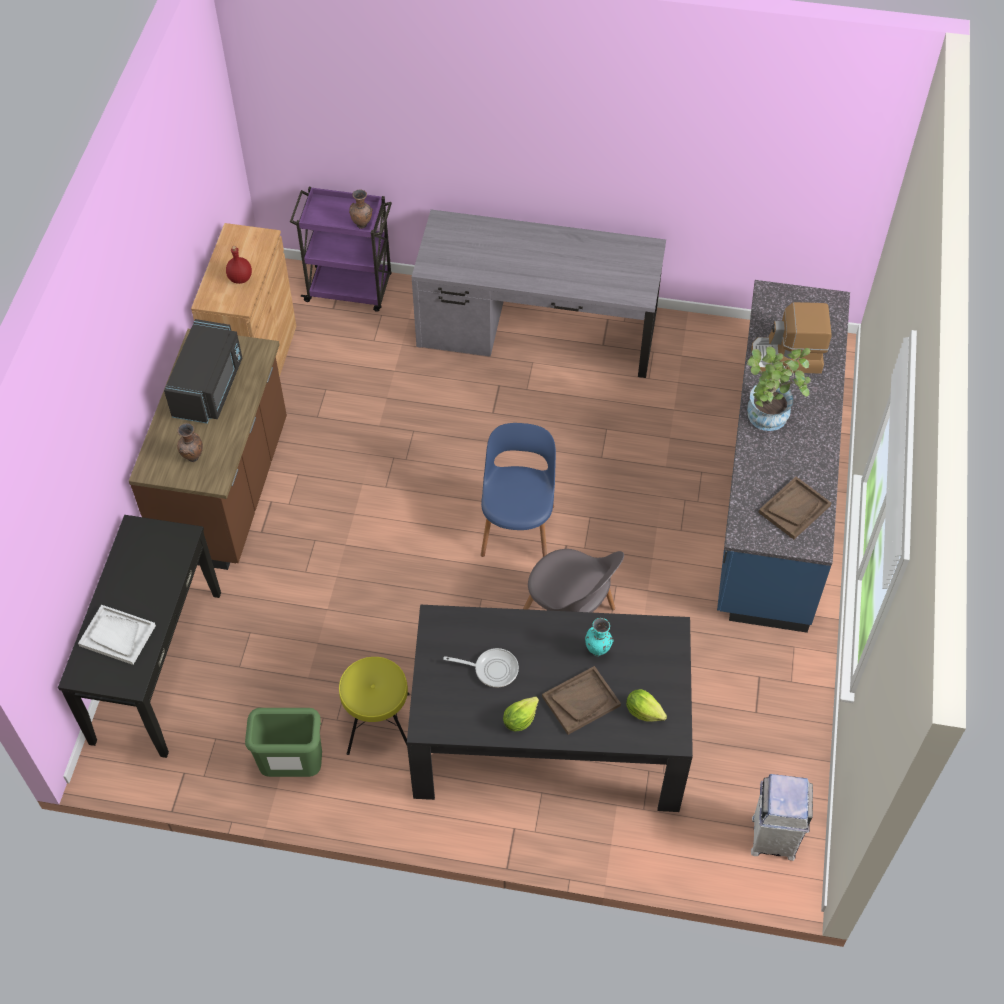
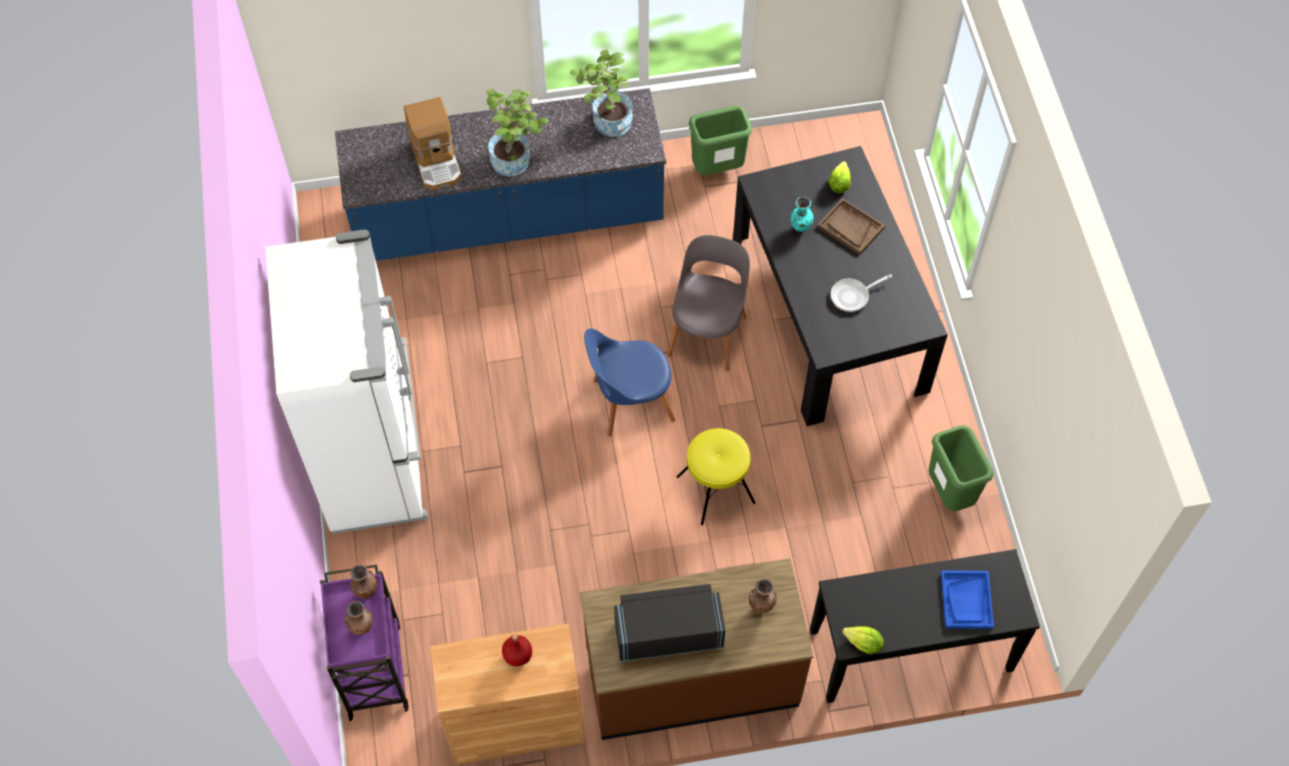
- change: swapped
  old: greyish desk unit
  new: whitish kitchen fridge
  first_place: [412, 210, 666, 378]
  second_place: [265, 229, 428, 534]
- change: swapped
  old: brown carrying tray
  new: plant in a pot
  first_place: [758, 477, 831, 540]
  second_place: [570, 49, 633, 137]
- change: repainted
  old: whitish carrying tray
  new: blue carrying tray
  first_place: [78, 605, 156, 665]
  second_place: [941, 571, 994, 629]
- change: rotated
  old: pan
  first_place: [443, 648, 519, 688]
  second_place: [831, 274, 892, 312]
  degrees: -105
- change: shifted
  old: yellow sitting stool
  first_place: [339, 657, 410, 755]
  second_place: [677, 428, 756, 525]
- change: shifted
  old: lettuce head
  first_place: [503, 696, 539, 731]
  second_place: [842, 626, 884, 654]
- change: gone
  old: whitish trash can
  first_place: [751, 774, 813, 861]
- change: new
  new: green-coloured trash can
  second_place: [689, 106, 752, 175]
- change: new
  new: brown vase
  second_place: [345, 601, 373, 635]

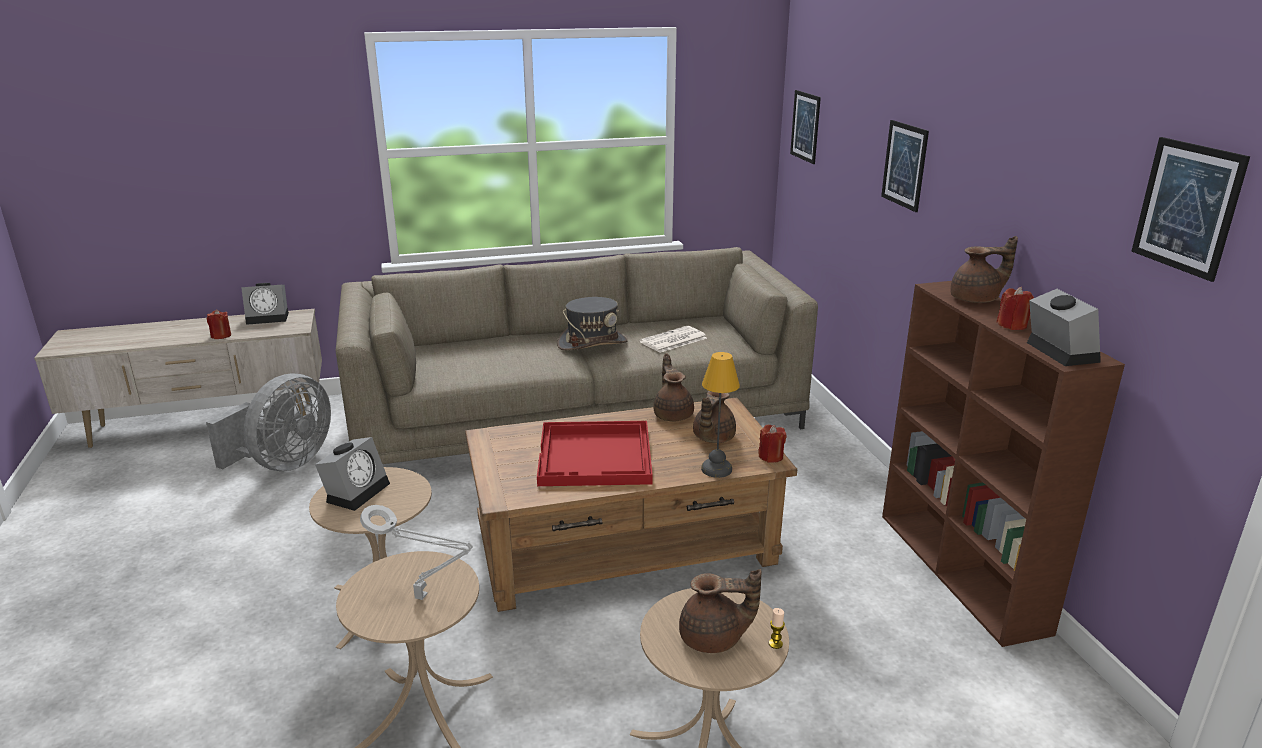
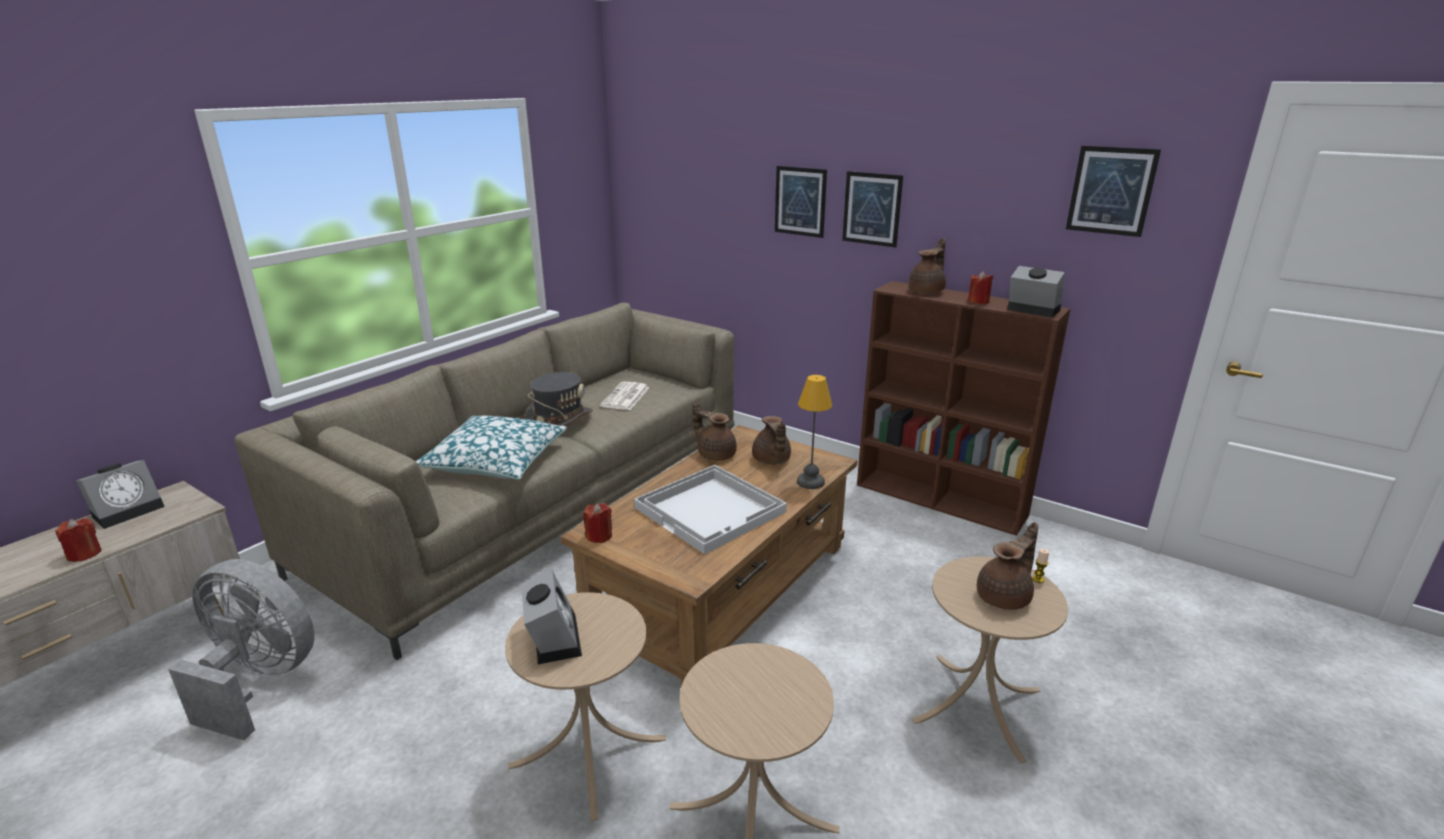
- change: shifted
  old: wall art
  first_place: [790, 90, 821, 164]
  second_place: [842, 171, 903, 247]
- change: rotated
  old: greyish electric fan
  first_place: [206, 373, 331, 471]
  second_place: [168, 559, 314, 740]
  degrees: -60
- change: repainted
  old: red carrying tray
  new: whitish carrying tray
  first_place: [537, 421, 653, 486]
  second_place: [634, 465, 787, 554]
- change: shifted
  old: red wax light
  first_place: [758, 425, 786, 463]
  second_place: [584, 503, 612, 543]
- change: gone
  old: greyish lamp for a table
  first_place: [360, 505, 473, 600]
- change: new
  new: pillow
  second_place: [416, 415, 567, 480]

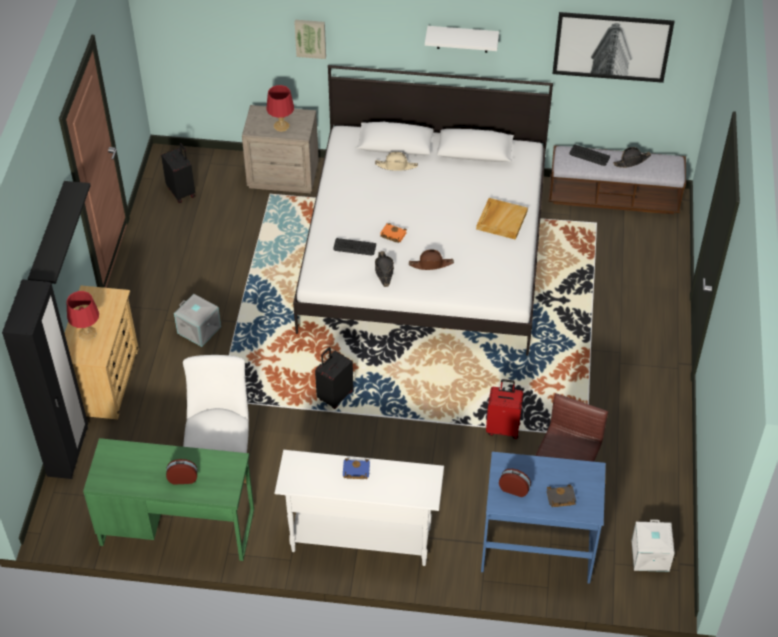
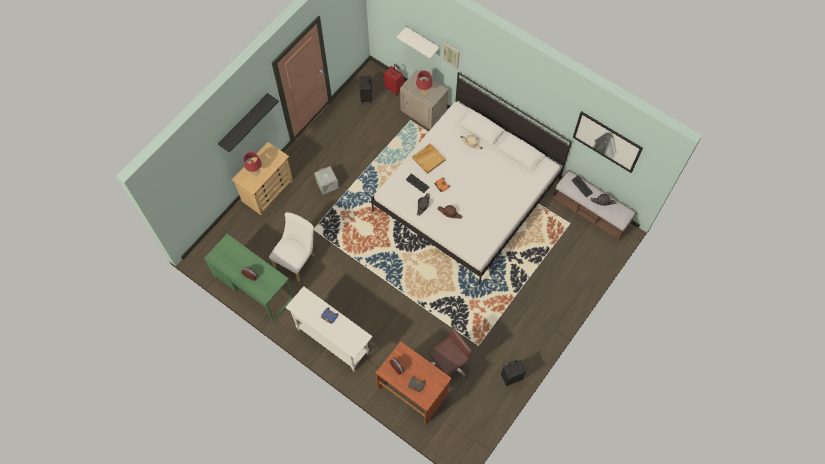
- change: shifted
  old: whitish wall shelf
  first_place: [425, 26, 499, 53]
  second_place: [397, 27, 440, 59]
- change: shifted
  old: beige-coloured carrying tray
  first_place: [476, 198, 528, 240]
  second_place: [412, 144, 446, 174]
- change: gone
  old: black-coloured wardrobe
  first_place: [2, 279, 88, 479]
- change: shifted
  old: black-coloured piece of luggage
  first_place: [315, 347, 353, 409]
  second_place: [501, 360, 526, 386]
- change: shifted
  old: red piece of luggage
  first_place: [486, 379, 523, 439]
  second_place: [384, 64, 404, 96]
- change: repainted
  old: blue desk unit
  new: brown desk unit
  first_place: [481, 452, 606, 584]
  second_place: [376, 341, 452, 425]
- change: gone
  old: whitish storage container
  first_place: [631, 520, 675, 572]

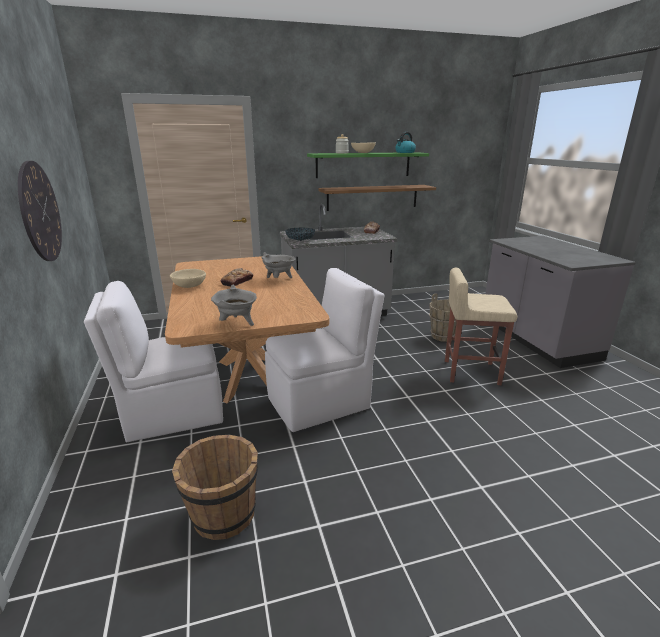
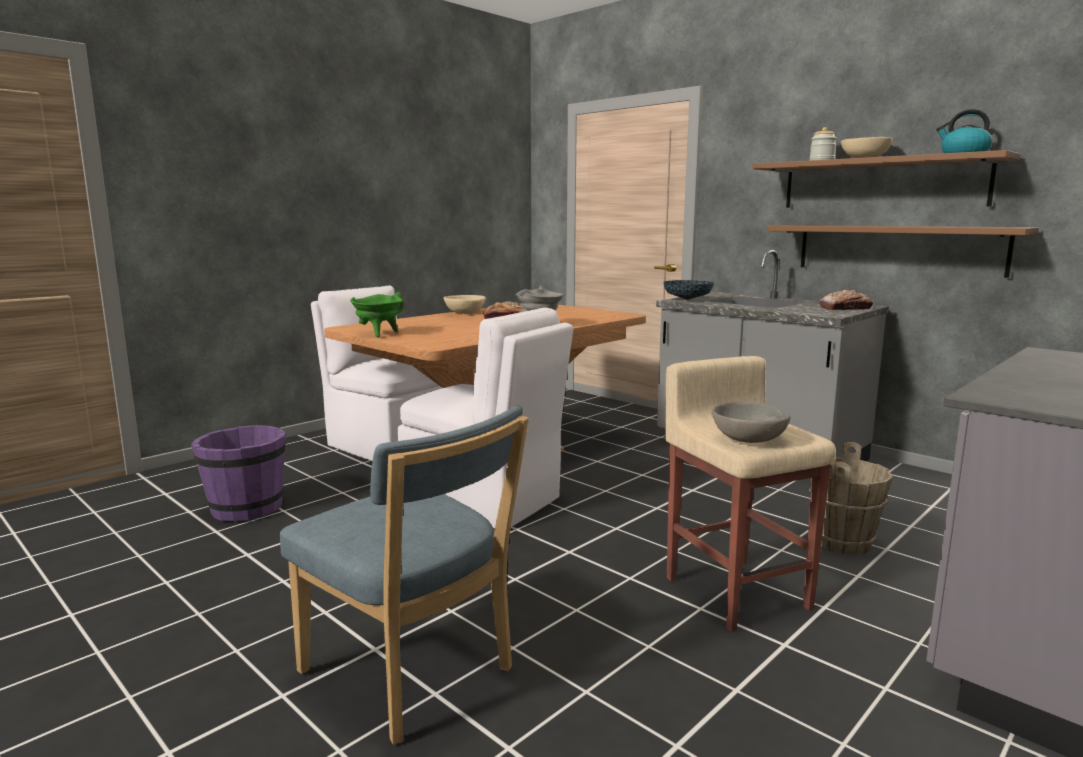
- change: repainted
  old: green-coloured wall shelf
  new: brown wall shelf
  first_place: [307, 152, 429, 178]
  second_place: [752, 150, 1021, 208]
- change: gone
  old: hanging clock
  first_place: [18, 161, 62, 261]
- change: repainted
  old: greyish cooking pot
  new: green-coloured cooking pot
  first_place: [211, 285, 257, 326]
  second_place: [350, 292, 404, 337]
- change: repainted
  old: brown pail
  new: purplish pail
  first_place: [172, 435, 258, 540]
  second_place: [191, 425, 286, 522]
- change: new
  new: greyish deep dish
  second_place: [712, 402, 791, 443]
- change: new
  new: blue chair
  second_place: [280, 406, 529, 745]

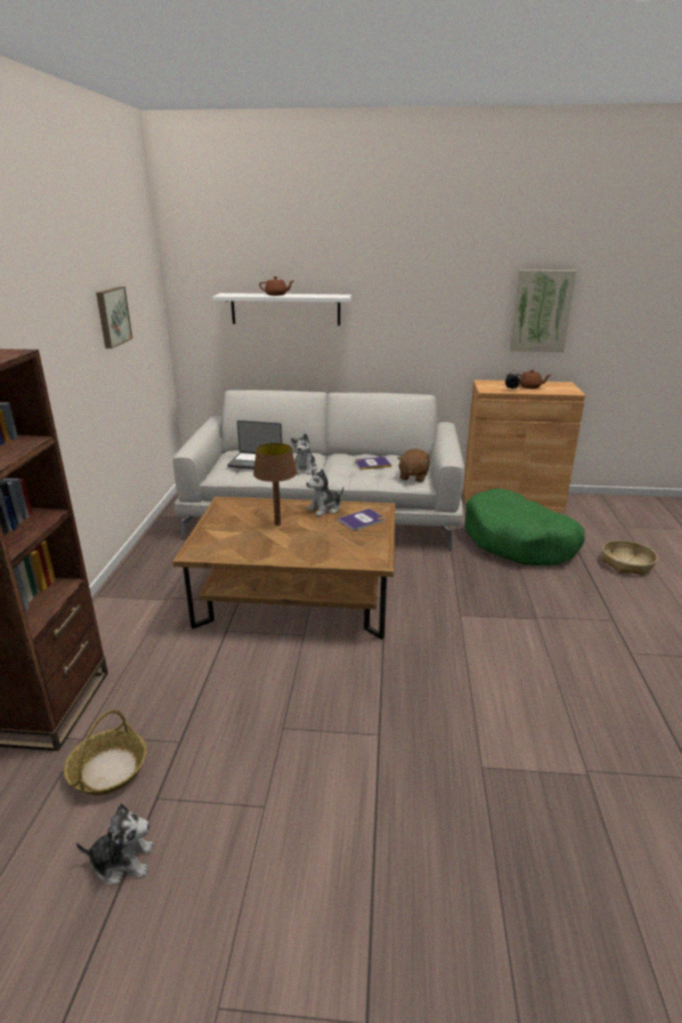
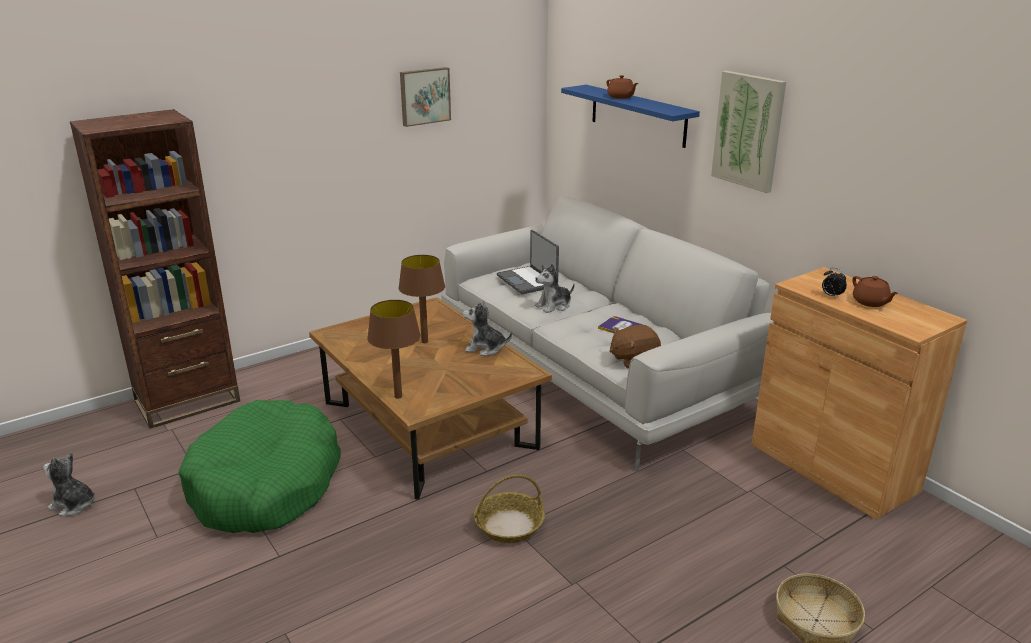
- change: shifted
  old: wall art
  first_place: [510, 270, 576, 352]
  second_place: [711, 71, 786, 193]
- change: repainted
  old: whitish wall shelf
  new: blue wall shelf
  first_place: [212, 293, 352, 326]
  second_place: [561, 85, 700, 148]
- change: shifted
  old: green-coloured dog bed
  first_place: [465, 489, 585, 566]
  second_place: [179, 400, 340, 533]
- change: gone
  old: book
  first_place: [338, 508, 385, 531]
- change: shifted
  old: storage basket
  first_place: [64, 710, 147, 795]
  second_place: [474, 475, 545, 543]
- change: rotated
  old: soft toy
  first_place: [76, 803, 154, 885]
  second_place: [43, 452, 95, 516]
  degrees: 150
- change: new
  new: brown lamp for a table
  second_place: [367, 300, 421, 399]

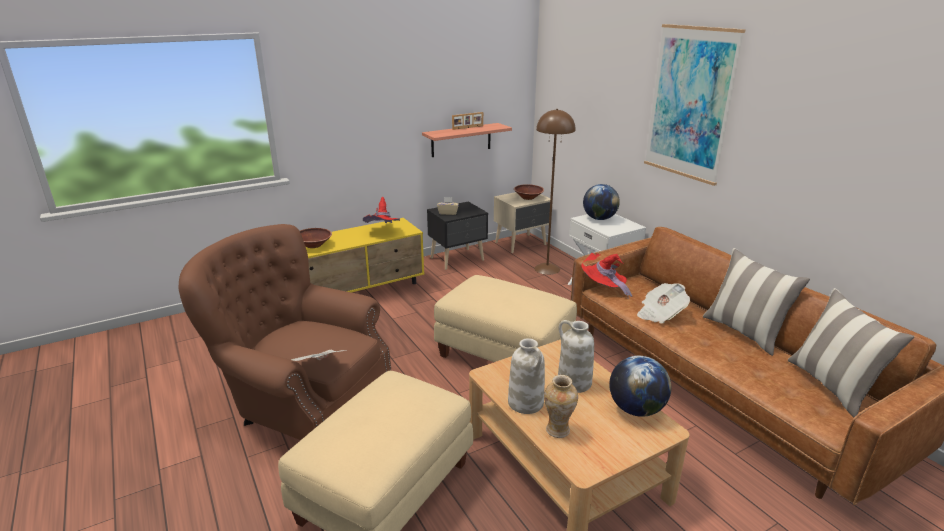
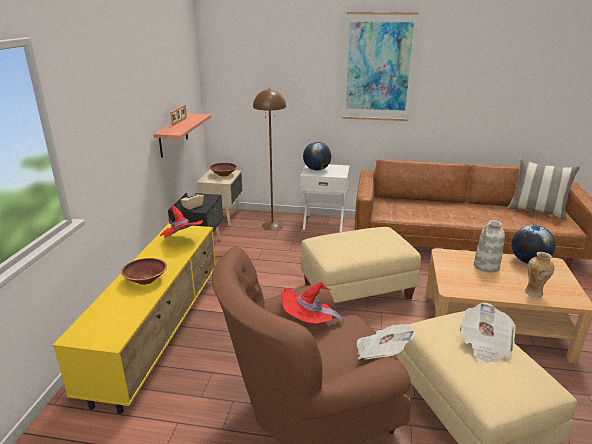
- change: gone
  old: pillow
  first_place: [703, 248, 810, 356]
- change: shifted
  old: red hat
  first_place: [581, 253, 632, 297]
  second_place: [281, 282, 345, 324]
- change: shifted
  old: daily paper
  first_place: [637, 283, 690, 324]
  second_place: [460, 303, 516, 363]
- change: gone
  old: whitish vase
  first_place: [508, 338, 545, 414]

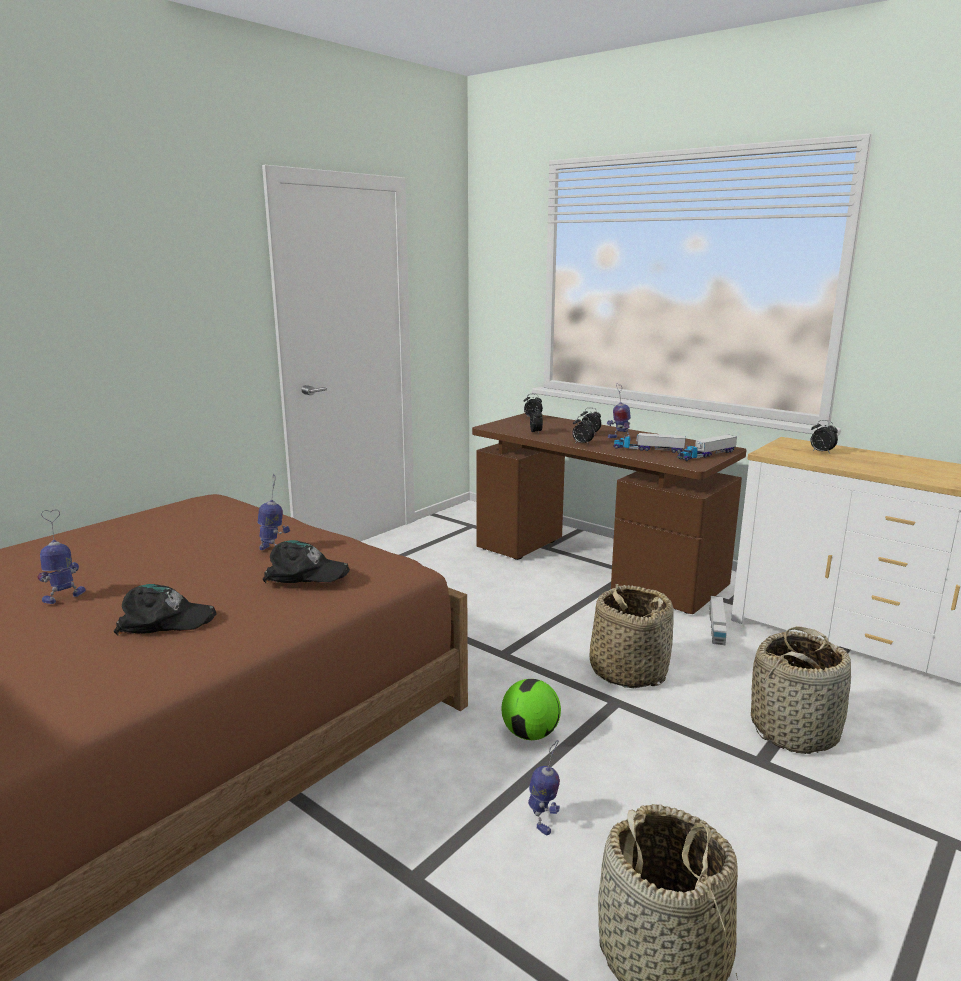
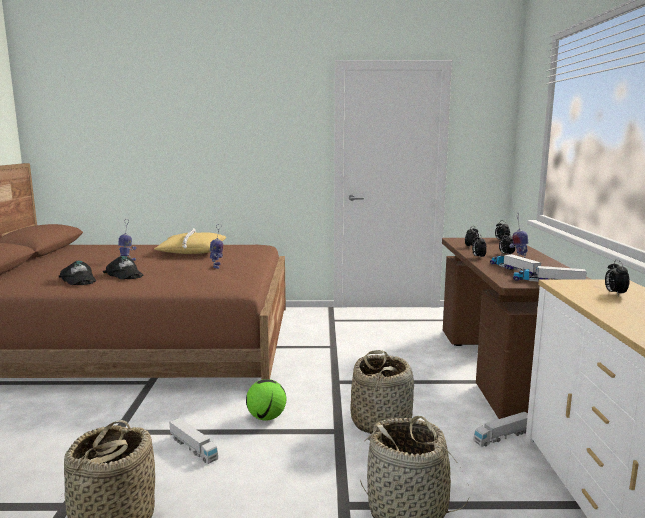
- change: shifted
  old: black-coloured cap
  first_place: [262, 540, 350, 583]
  second_place: [59, 261, 96, 285]
- change: swapped
  old: robot figure
  new: toy truck
  first_place: [528, 740, 560, 835]
  second_place: [169, 418, 218, 464]
- change: new
  new: yellow pillow
  second_place: [154, 228, 226, 254]

